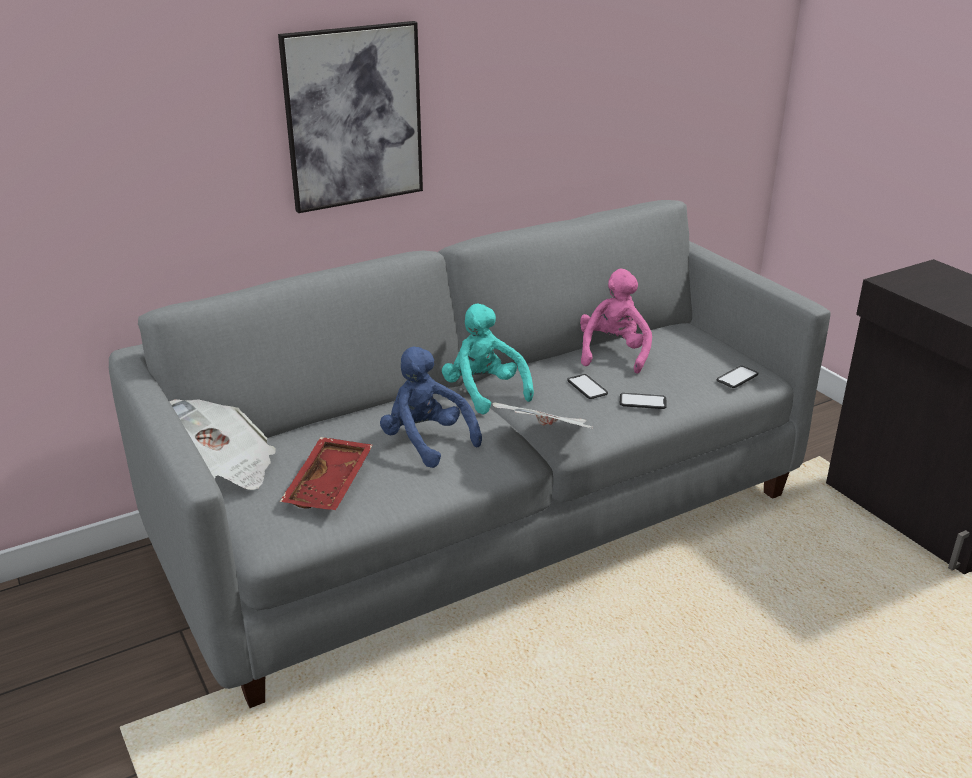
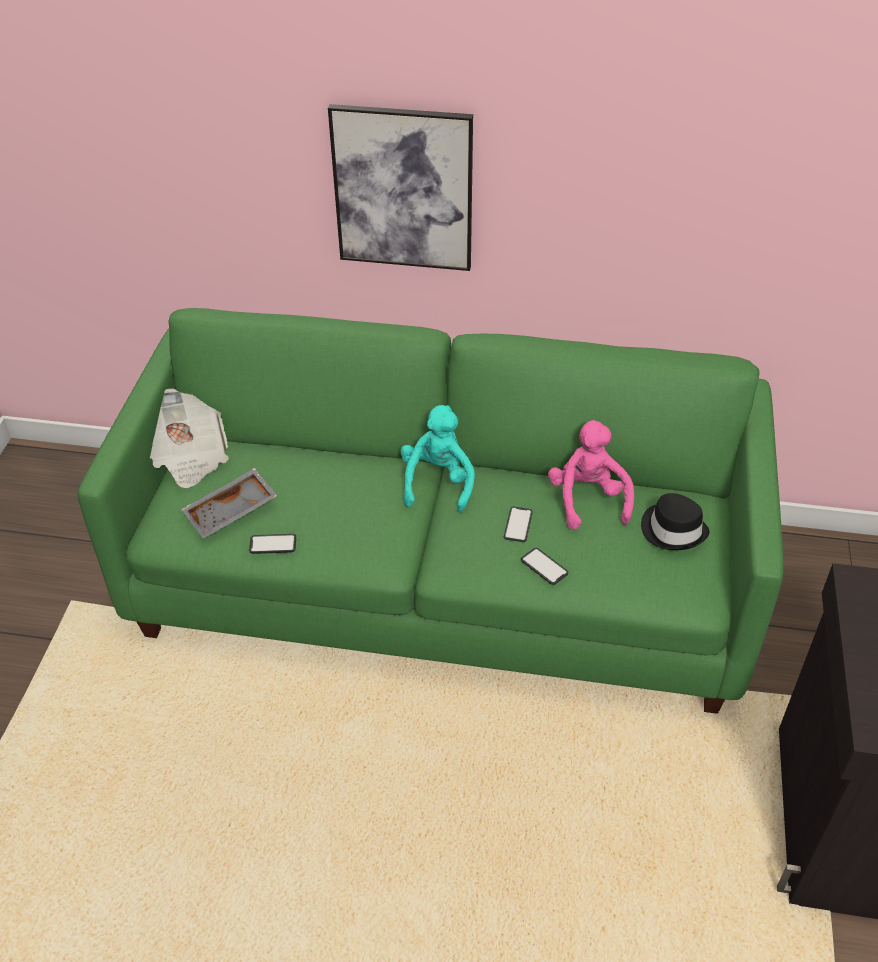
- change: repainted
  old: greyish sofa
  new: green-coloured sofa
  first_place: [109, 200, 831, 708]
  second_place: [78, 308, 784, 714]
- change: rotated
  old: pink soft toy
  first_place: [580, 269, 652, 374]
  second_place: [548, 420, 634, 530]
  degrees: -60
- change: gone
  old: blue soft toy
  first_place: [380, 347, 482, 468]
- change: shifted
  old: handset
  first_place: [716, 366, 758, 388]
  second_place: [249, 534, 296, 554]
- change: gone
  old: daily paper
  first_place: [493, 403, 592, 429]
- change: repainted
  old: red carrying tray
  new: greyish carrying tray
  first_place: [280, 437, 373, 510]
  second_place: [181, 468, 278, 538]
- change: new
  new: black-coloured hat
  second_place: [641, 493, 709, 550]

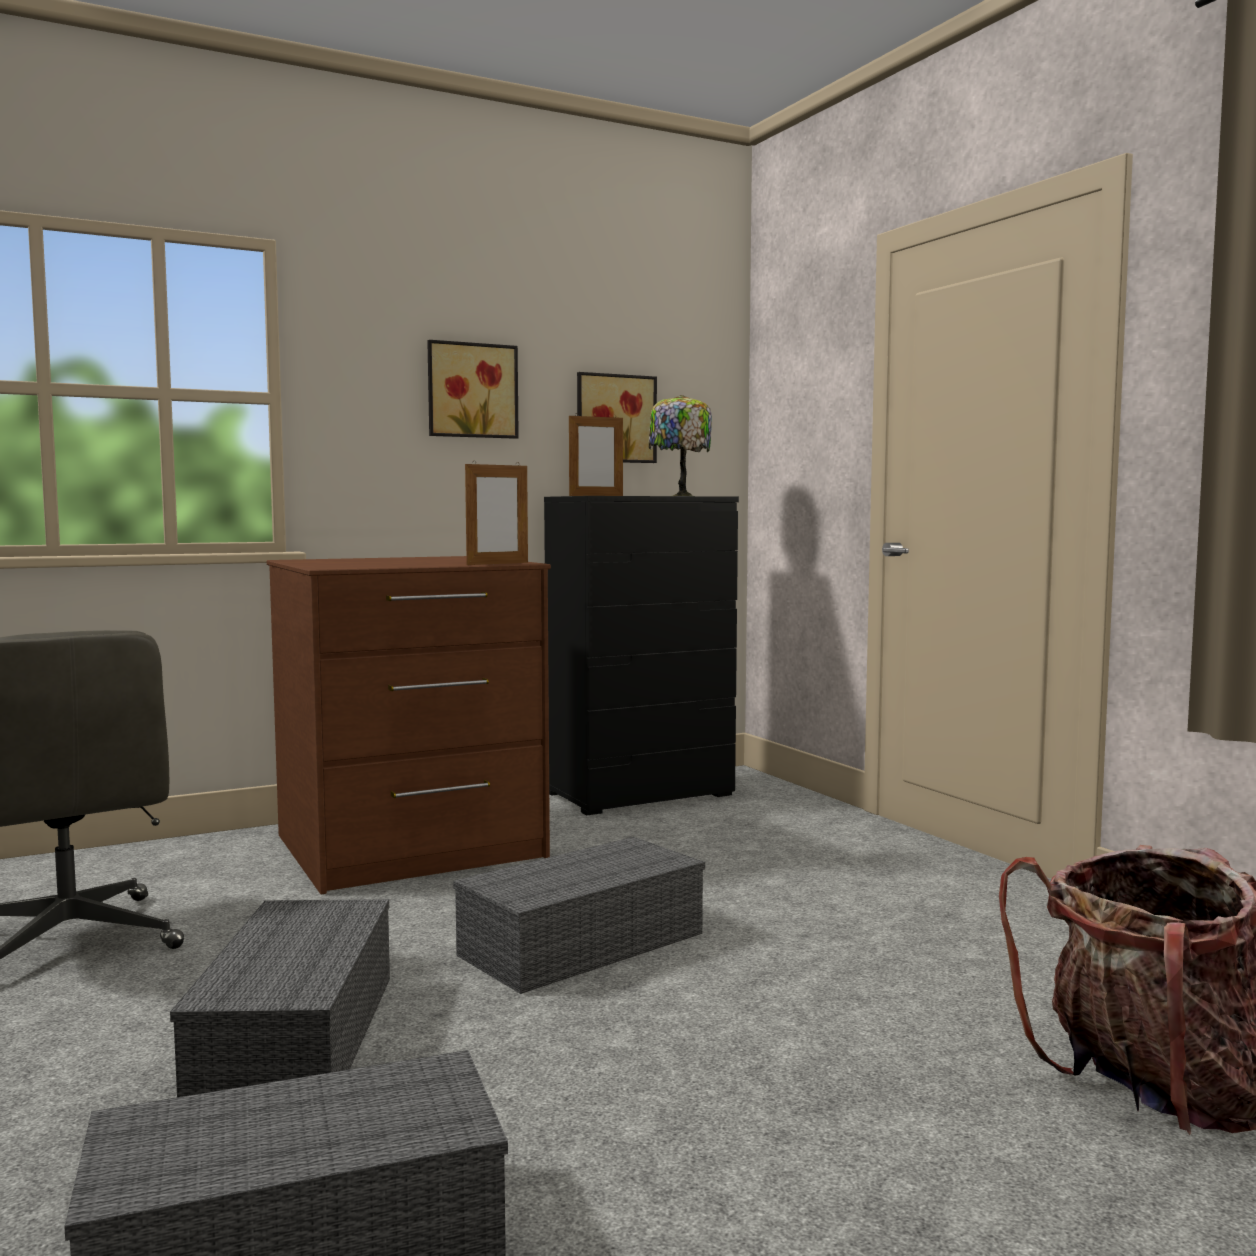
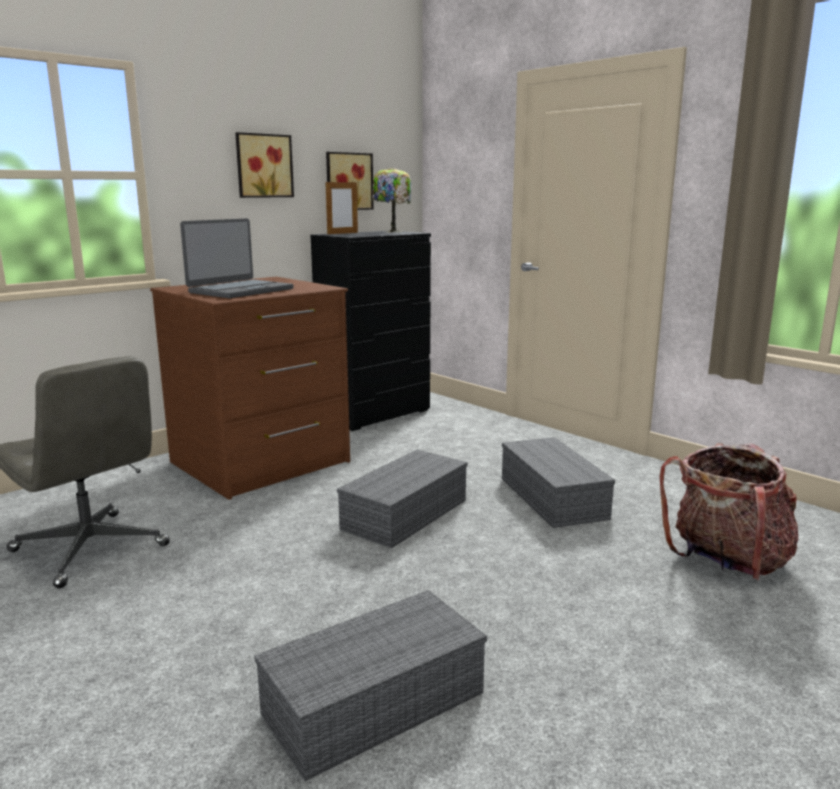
- change: gone
  old: standing frame
  first_place: [465, 461, 528, 565]
- change: shifted
  old: greyish storage container
  first_place: [170, 899, 390, 1097]
  second_place: [502, 437, 615, 528]
- change: new
  new: laptop
  second_place: [180, 218, 294, 298]

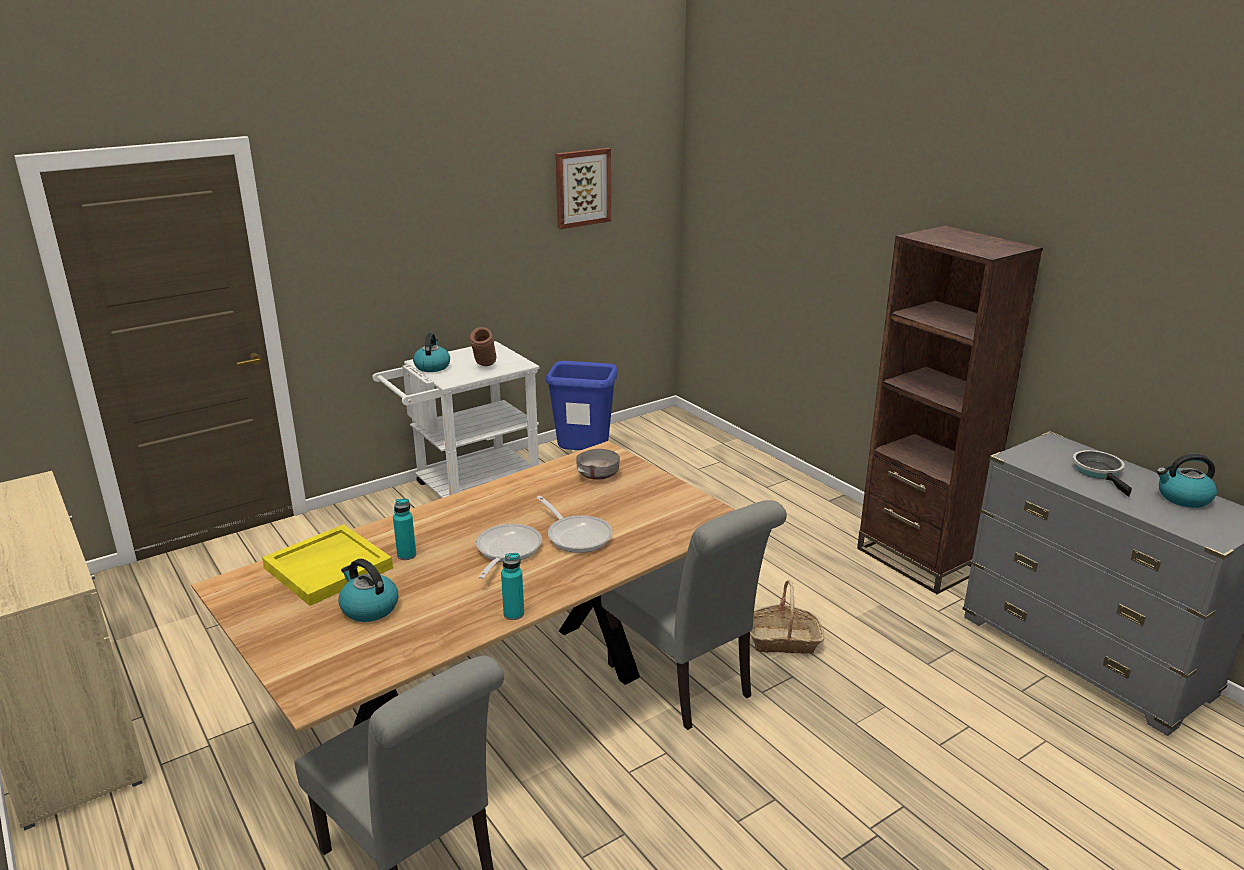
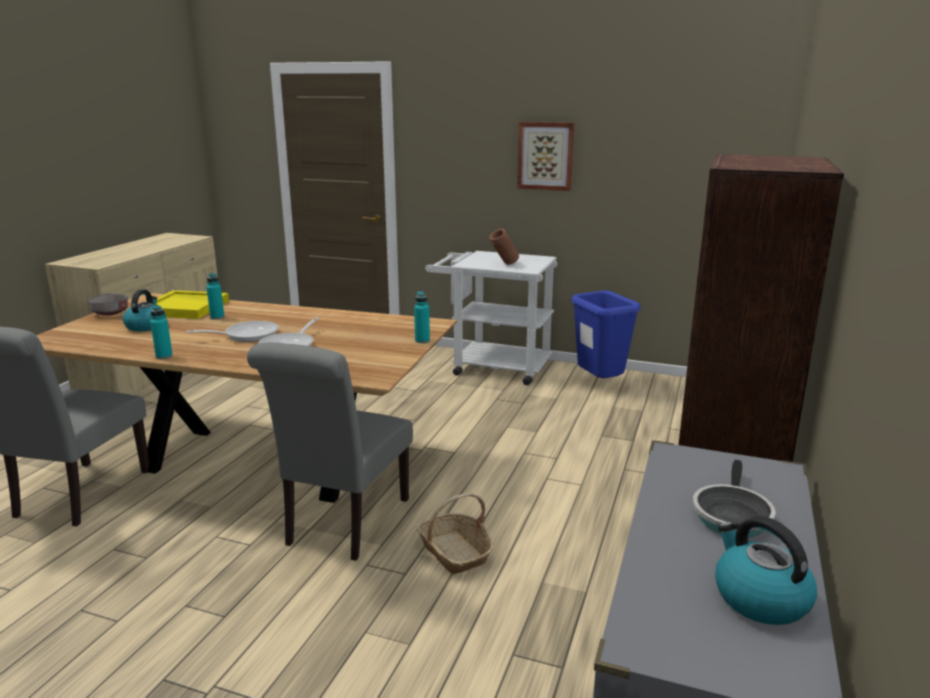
- change: shifted
  old: wall art
  first_place: [556, 148, 611, 229]
  second_place: [517, 122, 574, 191]
- change: gone
  old: tea kettle
  first_place: [413, 333, 450, 372]
- change: shifted
  old: greyish deep dish
  first_place: [576, 449, 620, 479]
  second_place: [88, 294, 128, 316]
- change: rotated
  old: pan
  first_place: [1072, 450, 1132, 496]
  second_place: [693, 460, 776, 538]
  degrees: 150
- change: new
  new: blue-green beverage bottle
  second_place: [414, 291, 430, 343]

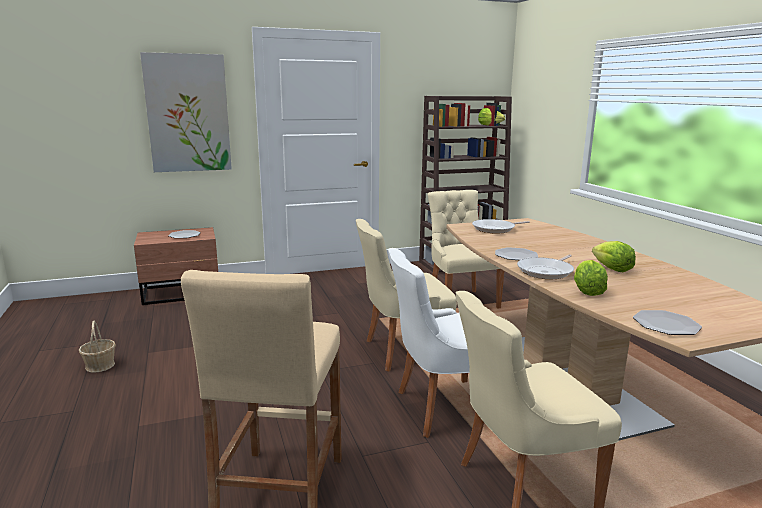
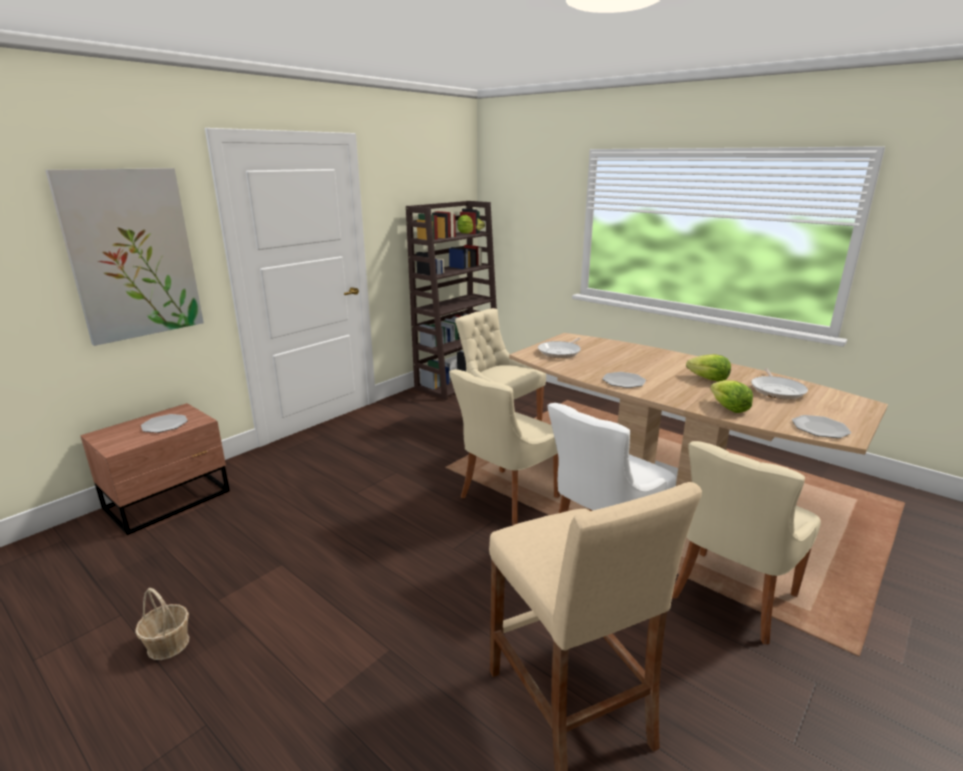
- change: shifted
  old: pan
  first_place: [517, 255, 574, 279]
  second_place: [751, 368, 808, 399]

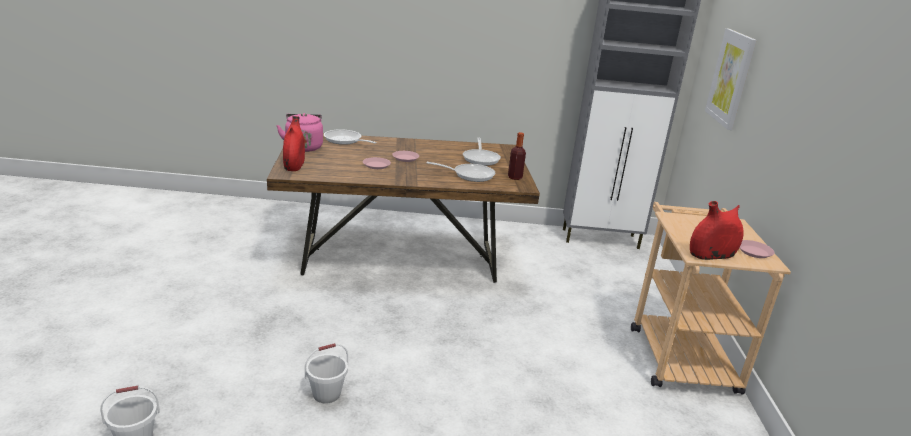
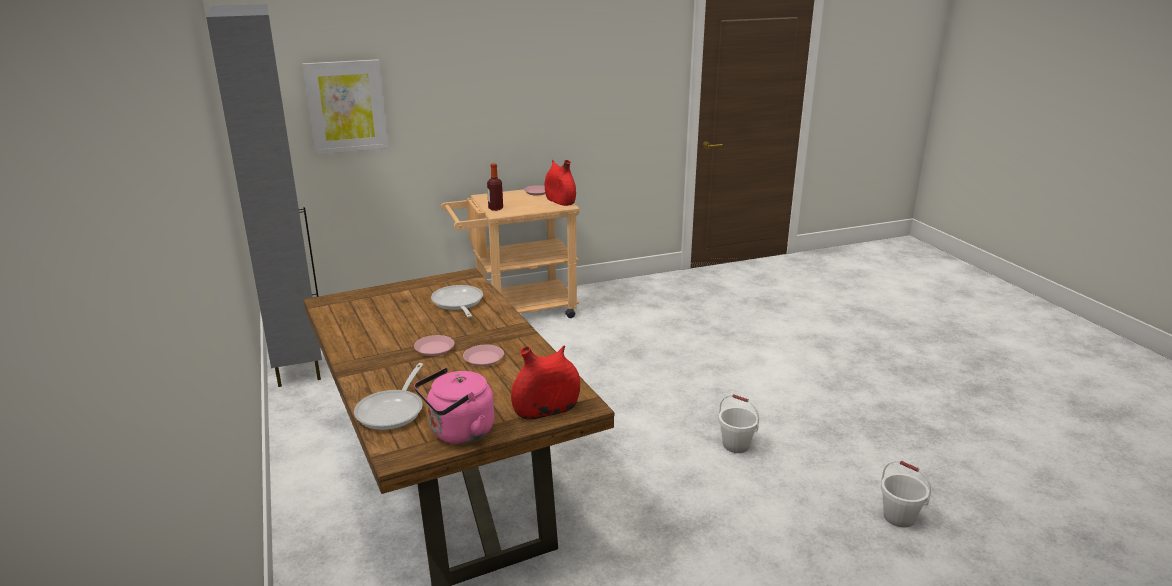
- change: shifted
  old: beverage bottle
  first_place: [508, 132, 526, 180]
  second_place: [487, 163, 503, 211]
- change: gone
  old: pan
  first_place: [463, 138, 501, 166]

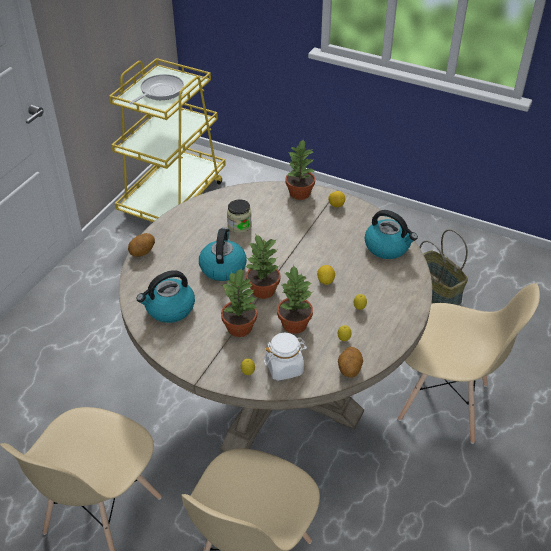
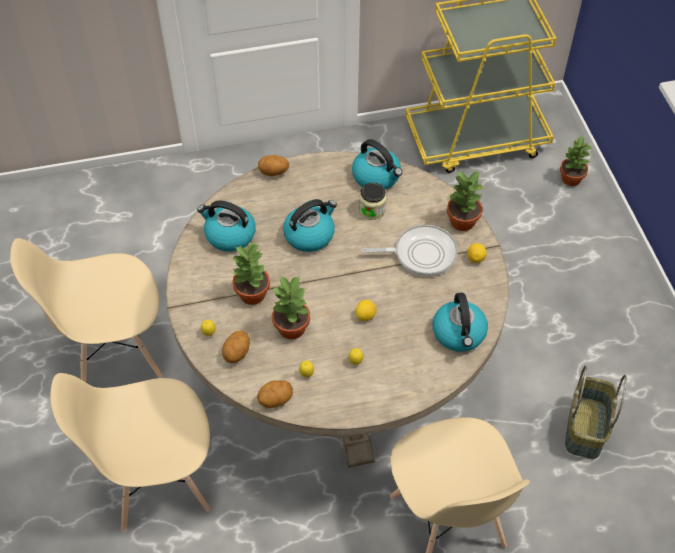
- change: shifted
  old: pan
  first_place: [129, 74, 184, 104]
  second_place: [362, 225, 458, 276]
- change: shifted
  old: plant in a pot
  first_place: [245, 233, 280, 299]
  second_place: [560, 136, 592, 186]
- change: swapped
  old: whitish jar
  new: potato
  first_place: [263, 333, 307, 381]
  second_place: [222, 330, 250, 363]
- change: new
  new: tea kettle
  second_place: [352, 139, 402, 190]

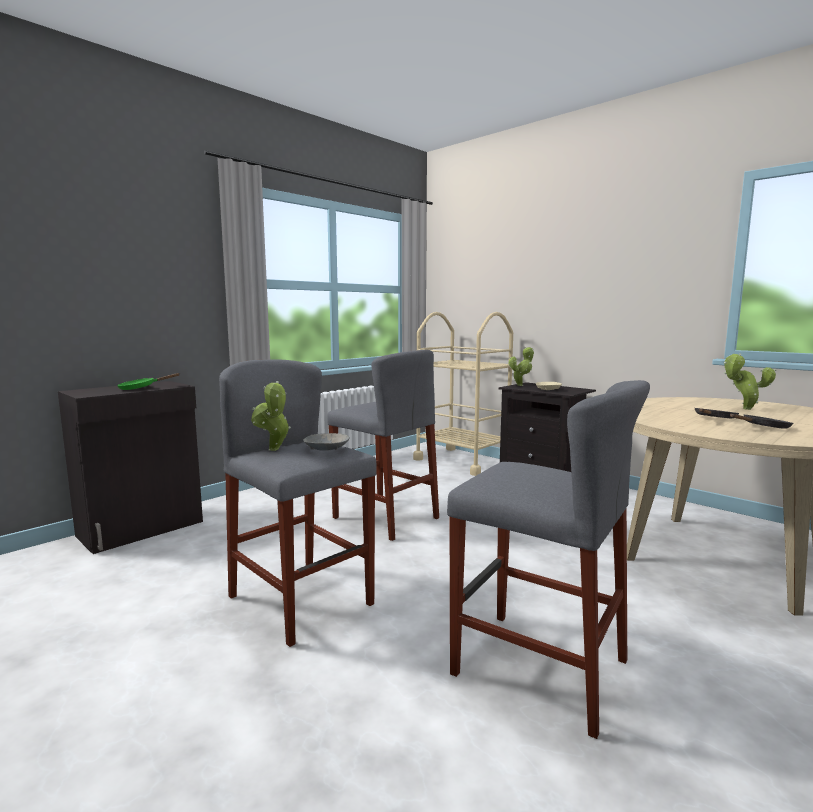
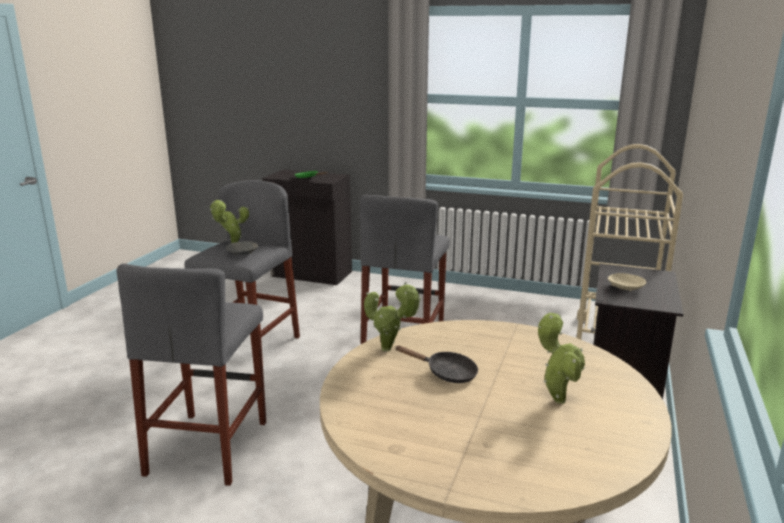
- change: shifted
  old: plant in a pot
  first_place: [509, 347, 534, 386]
  second_place: [364, 282, 421, 352]
- change: gone
  old: black-coloured pan
  first_place: [730, 414, 793, 429]

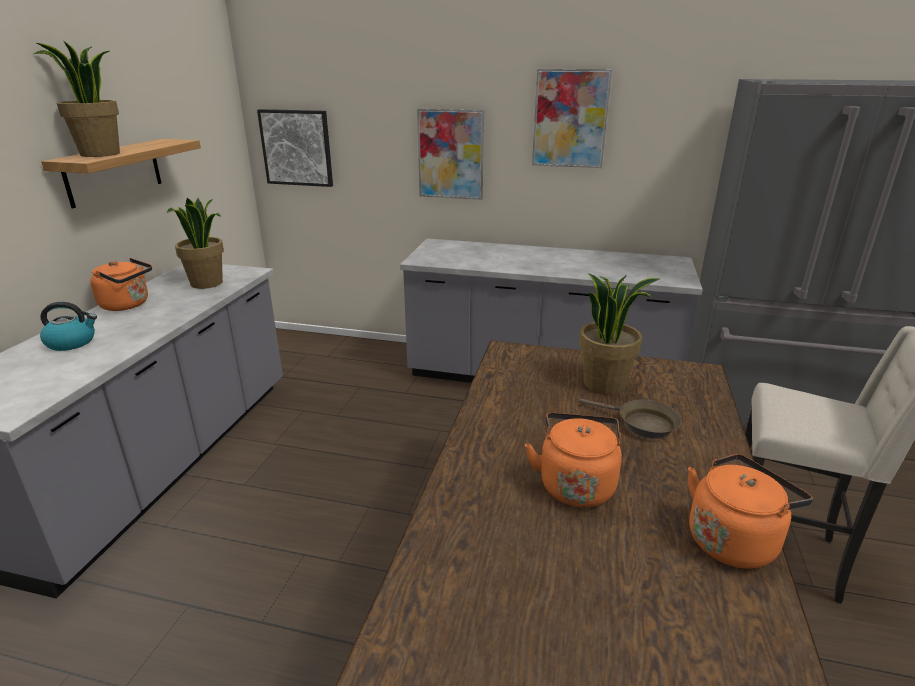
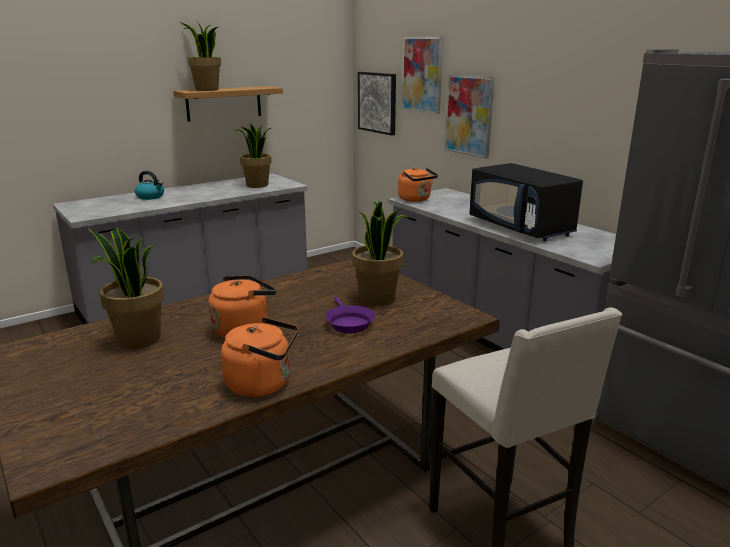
- change: shifted
  old: wall art
  first_place: [532, 69, 612, 168]
  second_place: [402, 37, 443, 114]
- change: shifted
  old: orange tea kettle
  first_place: [90, 258, 152, 311]
  second_place: [398, 167, 438, 202]
- change: repainted
  old: brown pan
  new: purplish pan
  first_place: [579, 399, 682, 439]
  second_place: [325, 296, 375, 333]
- change: new
  new: black-coloured kitchen microwave
  second_place: [469, 163, 583, 241]
- change: new
  new: plant in a pot
  second_place: [88, 227, 164, 349]

